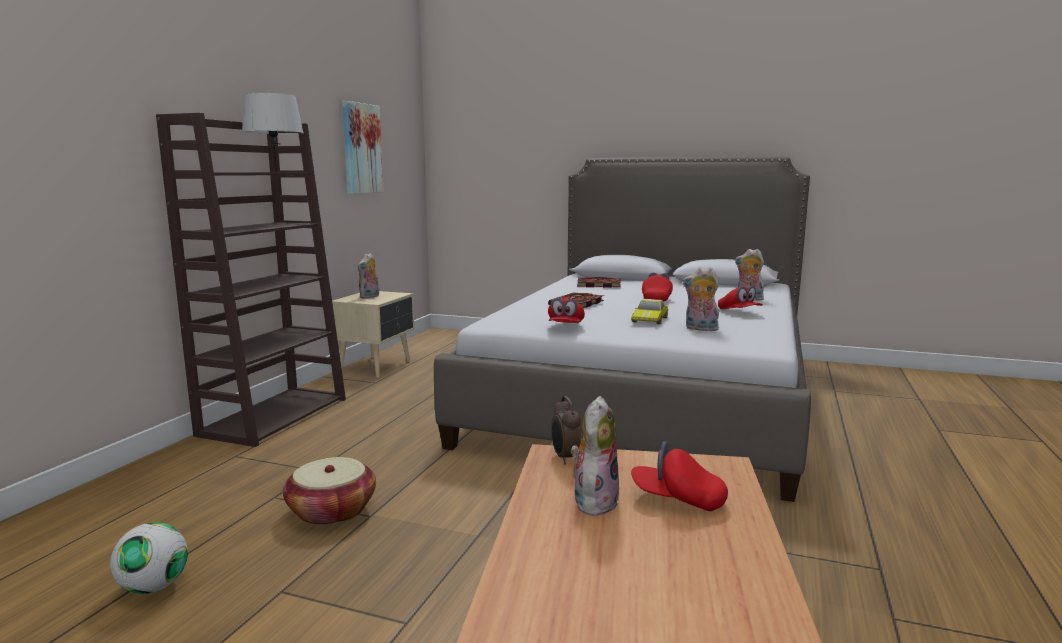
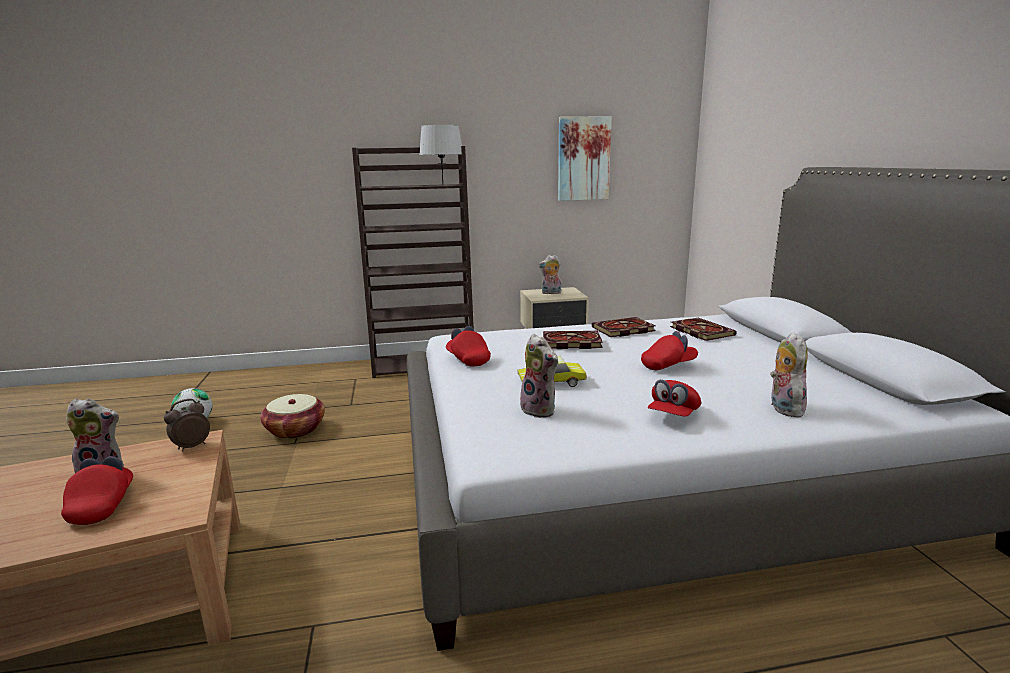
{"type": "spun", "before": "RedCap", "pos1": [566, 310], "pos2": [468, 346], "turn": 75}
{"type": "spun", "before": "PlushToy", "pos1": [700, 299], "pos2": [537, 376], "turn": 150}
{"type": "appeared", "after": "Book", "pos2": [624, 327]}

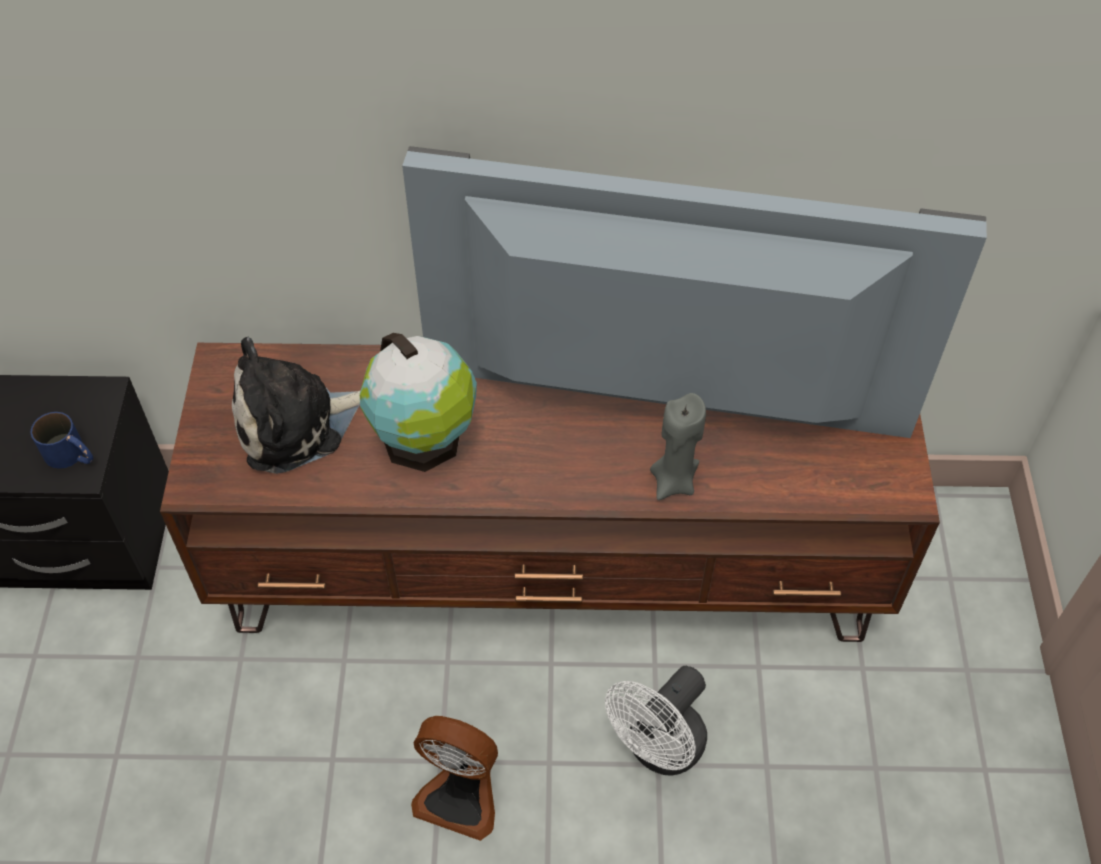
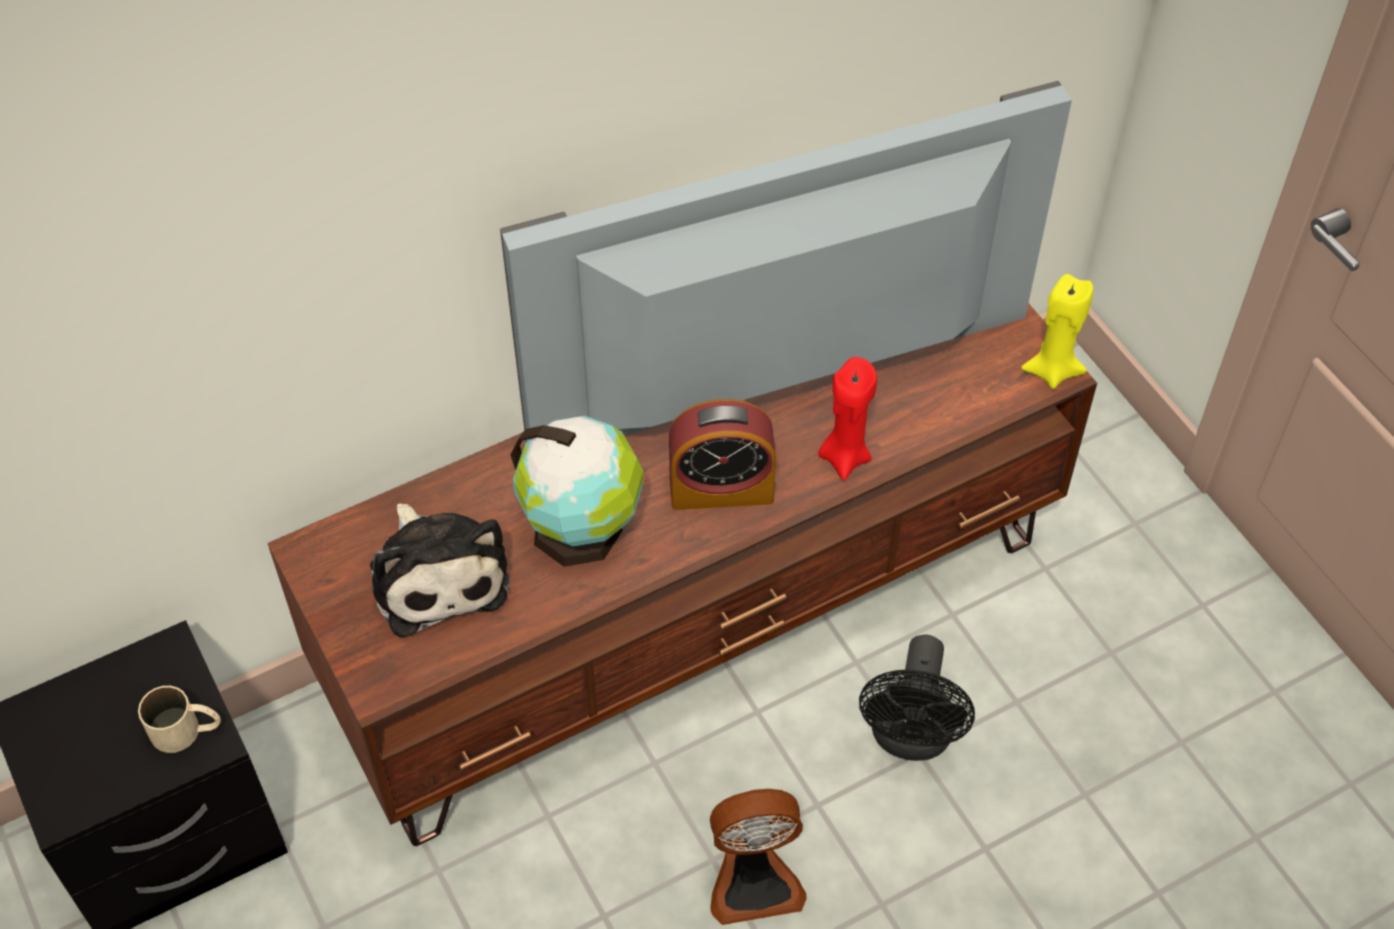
{"type": "colour", "before": "BlueMug", "after": "BeigeMug", "pos1": [61, 440], "pos2": [179, 719]}
{"type": "spun", "before": "PlushToy", "pos1": [296, 405], "pos2": [440, 570], "turn": -60}
{"type": "appeared", "after": "AlarmClock", "pos2": [722, 454]}
{"type": "colour", "before": "GreyCandle", "after": "RedCandle", "pos1": [678, 446], "pos2": [847, 418]}
{"type": "colour", "before": "WhiteFan", "after": "BlackFan", "pos1": [656, 721], "pos2": [917, 698]}
{"type": "appeared", "after": "YellowCandle", "pos2": [1057, 331]}

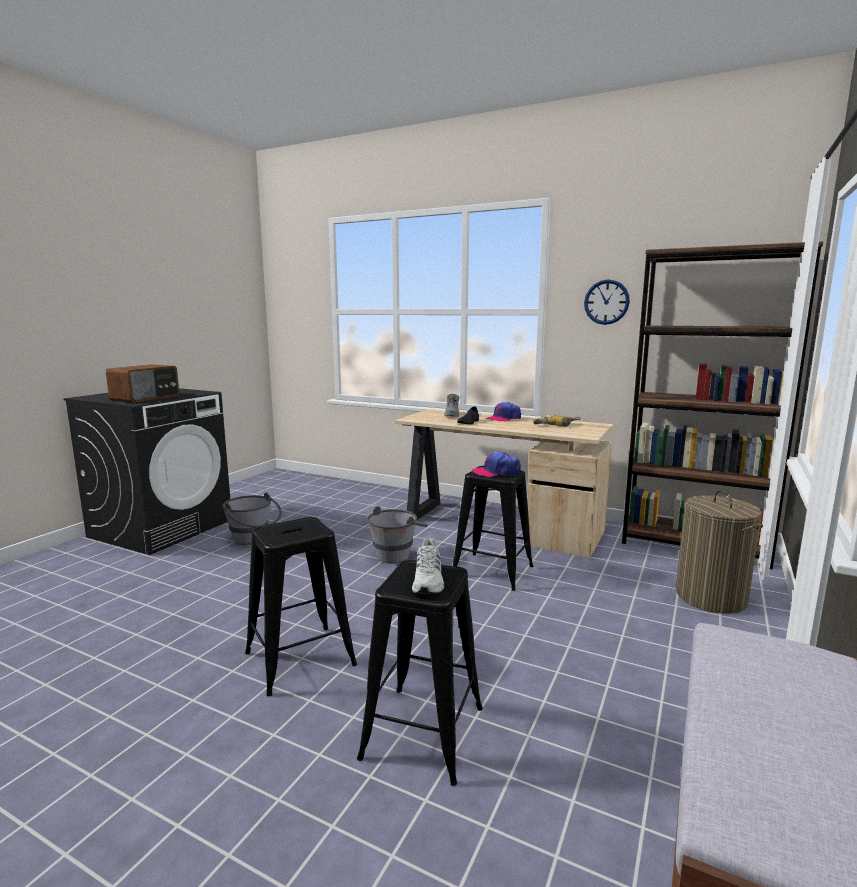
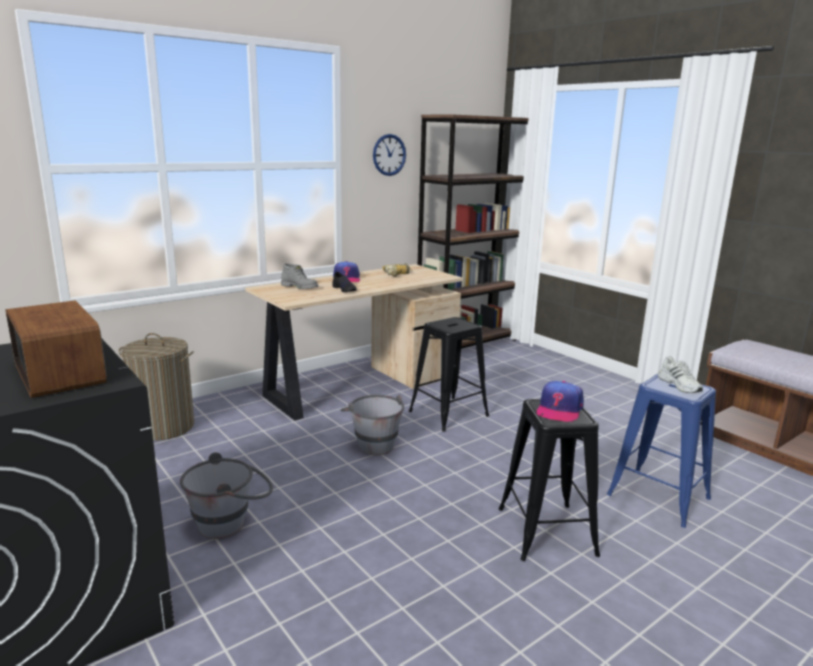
{"type": "relocated", "before": "LaundryBasket", "pos1": [719, 552], "pos2": [156, 387]}
{"type": "relocated", "before": "Cap", "pos1": [496, 464], "pos2": [560, 401]}
{"type": "colour", "before": "BlackStool", "after": "BlueStool", "pos1": [420, 673], "pos2": [661, 451]}
{"type": "spun", "before": "WhiteShoe", "pos1": [428, 566], "pos2": [680, 374], "turn": 45}

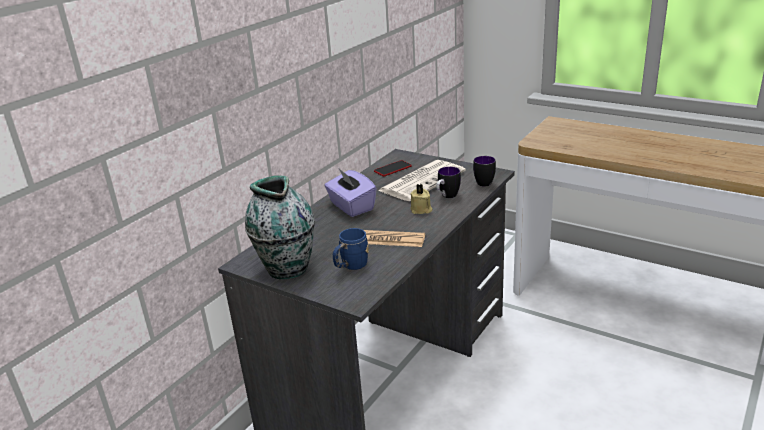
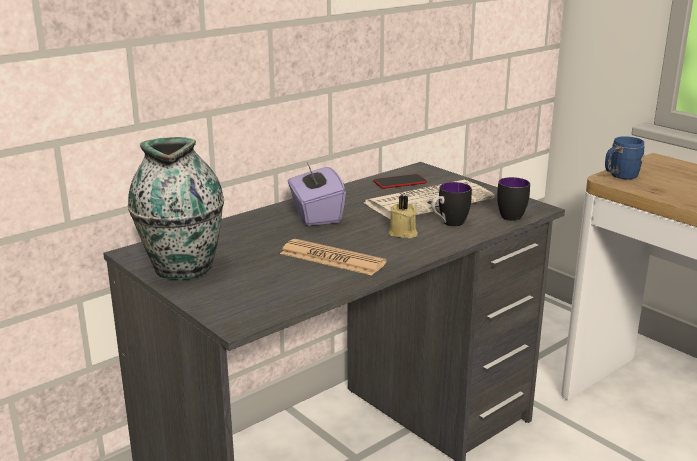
{"type": "relocated", "before": "BlueMug", "pos1": [351, 249], "pos2": [624, 157]}

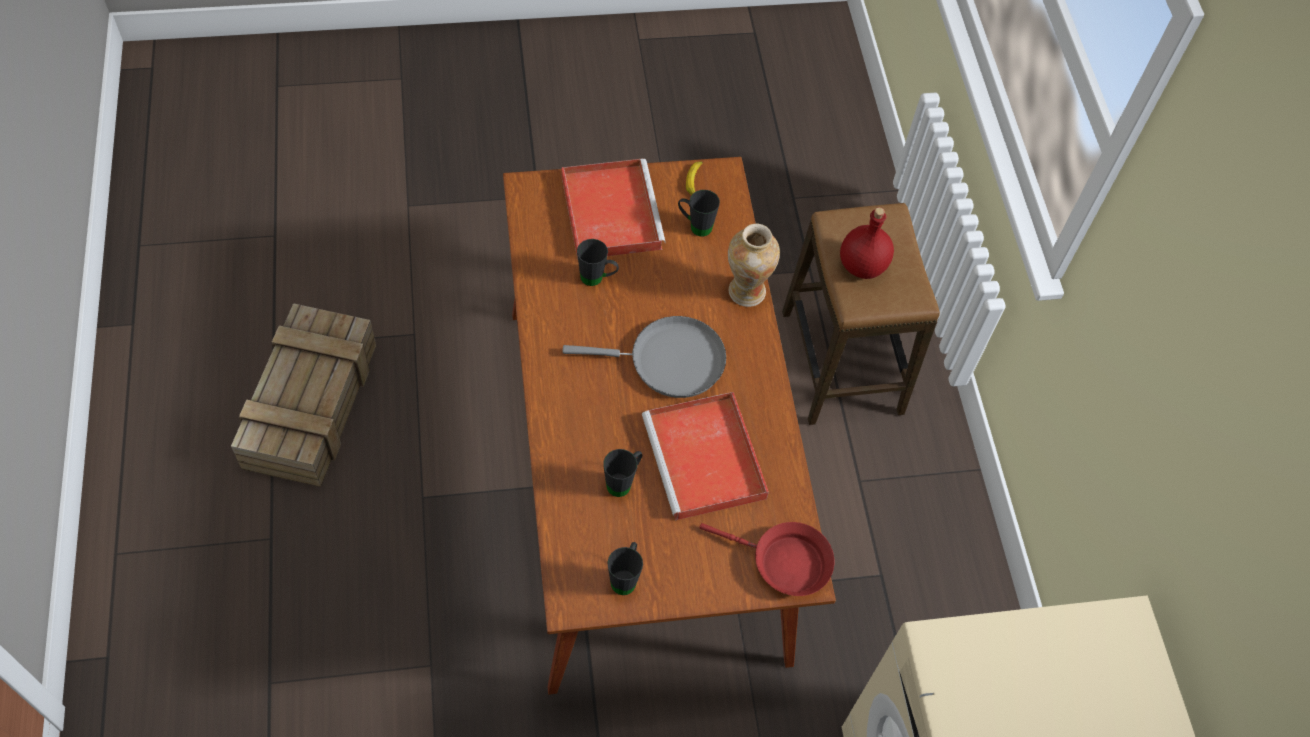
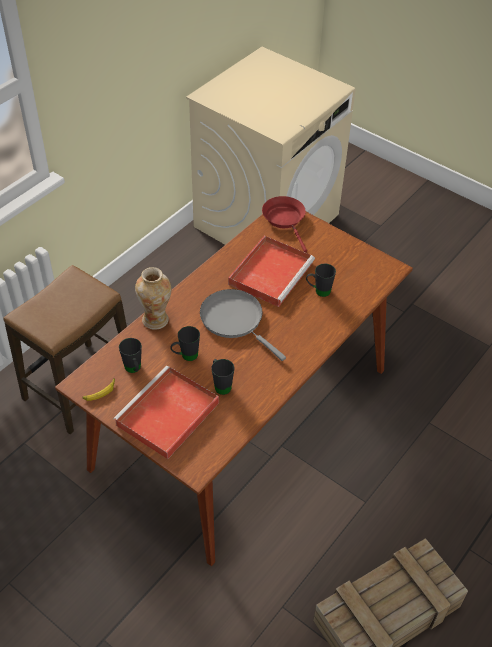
{"type": "relocated", "before": "BlackMug", "pos1": [625, 568], "pos2": [185, 343]}
{"type": "missing", "before": "RedBottle", "pos1": [867, 243]}

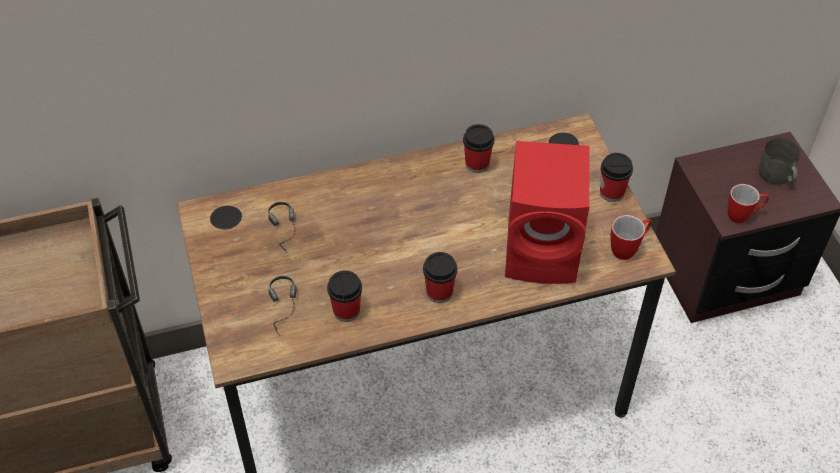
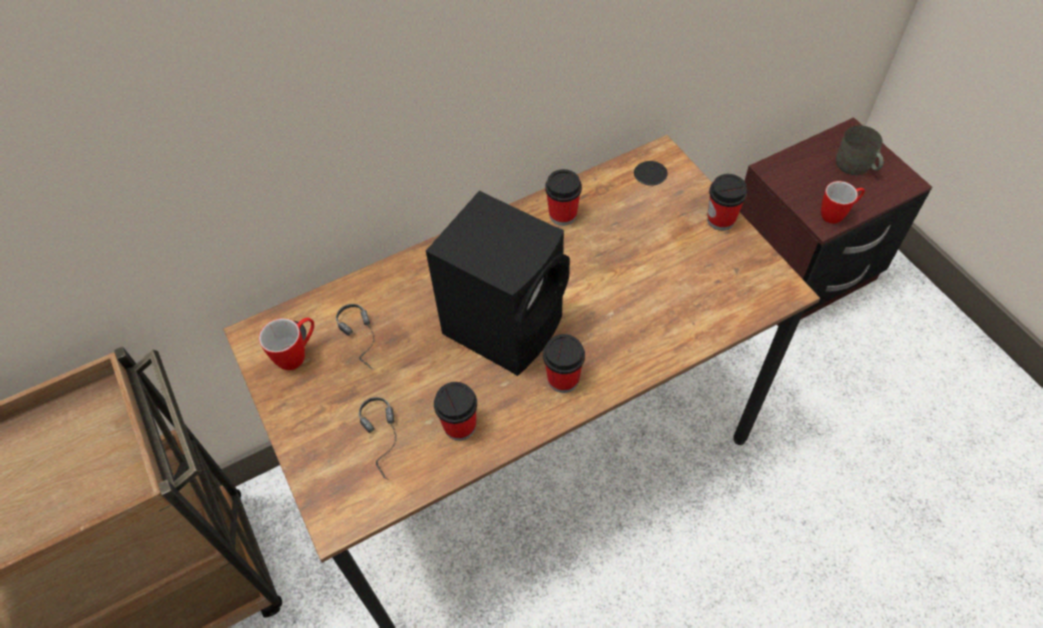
{"type": "relocated", "before": "Mug", "pos1": [631, 237], "pos2": [286, 344]}
{"type": "appeared", "after": "BlackSpeaker", "pos2": [498, 283]}
{"type": "missing", "before": "RedSpeaker", "pos1": [547, 212]}

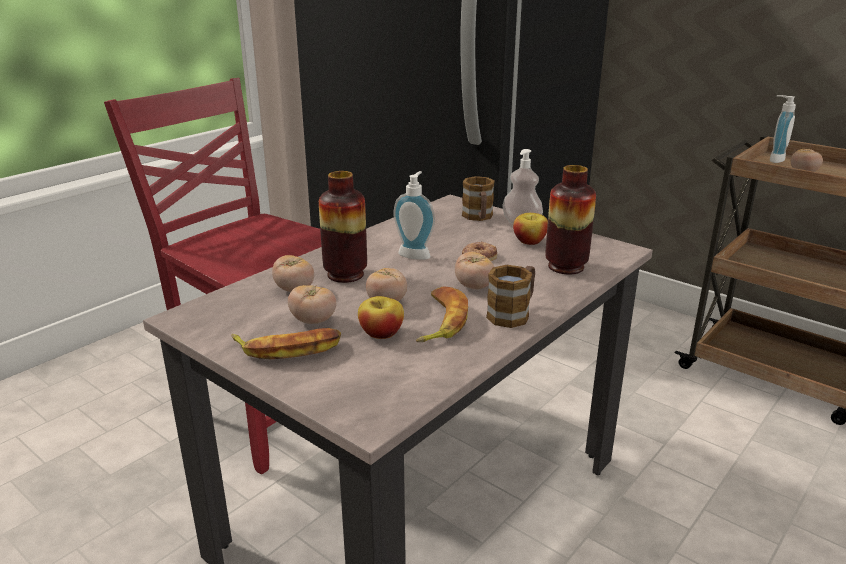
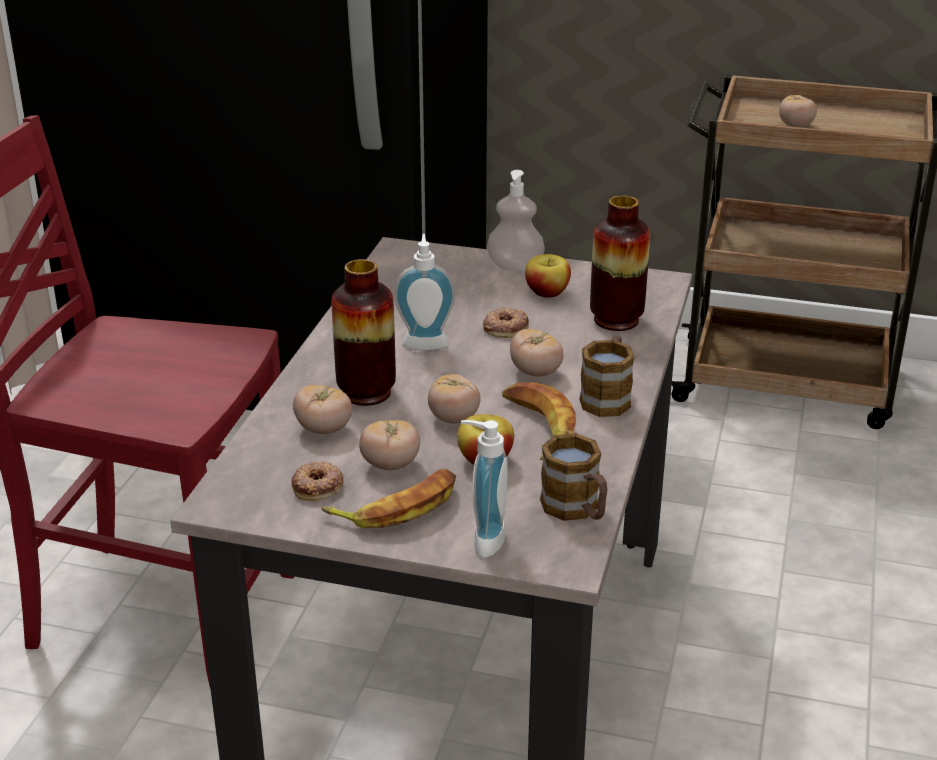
{"type": "appeared", "after": "Donut", "pos2": [318, 481]}
{"type": "relocated", "before": "SoapDispenser", "pos1": [783, 129], "pos2": [484, 489]}
{"type": "relocated", "before": "Mug", "pos1": [478, 198], "pos2": [573, 477]}

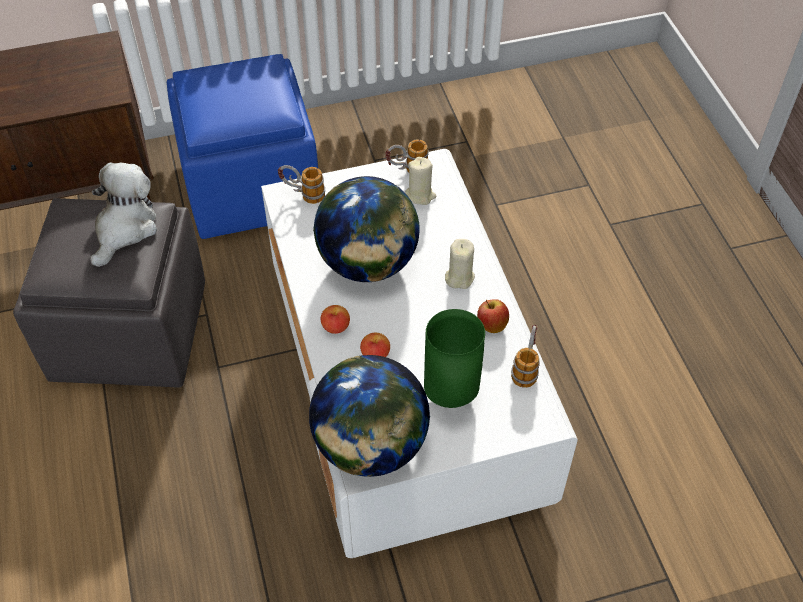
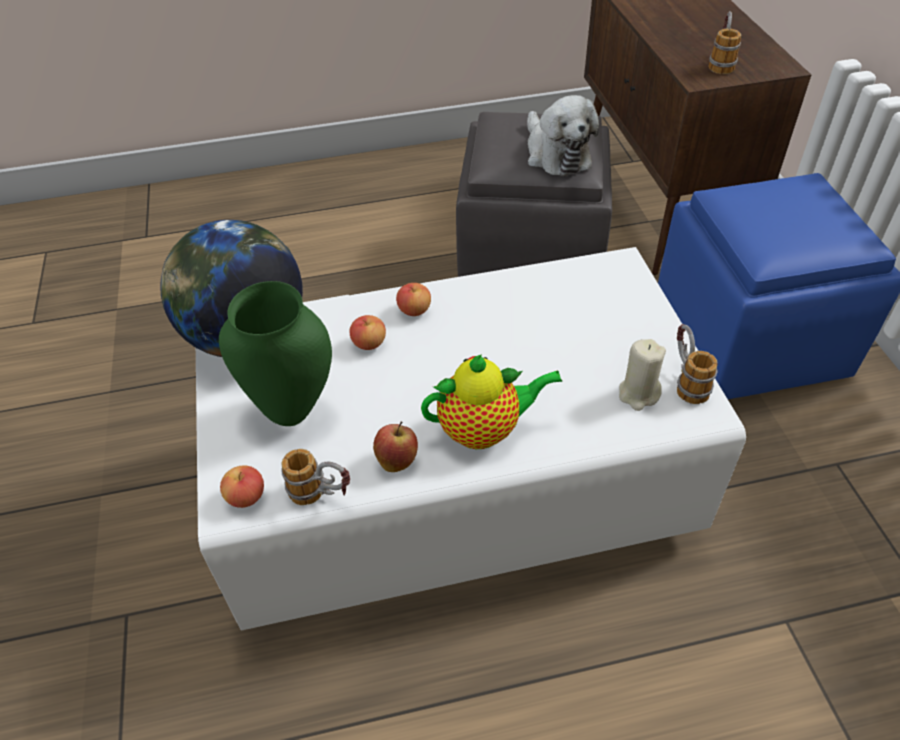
{"type": "appeared", "after": "Apple", "pos2": [242, 486]}
{"type": "exchanged", "before": "BeigeCandle", "after": "Teapot", "pos1": [460, 264], "pos2": [492, 401]}
{"type": "spun", "before": "PlushToy", "pos1": [123, 214], "pos2": [563, 136], "turn": 45}
{"type": "relocated", "before": "Mug", "pos1": [301, 184], "pos2": [725, 42]}
{"type": "missing", "before": "Globe", "pos1": [366, 229]}

